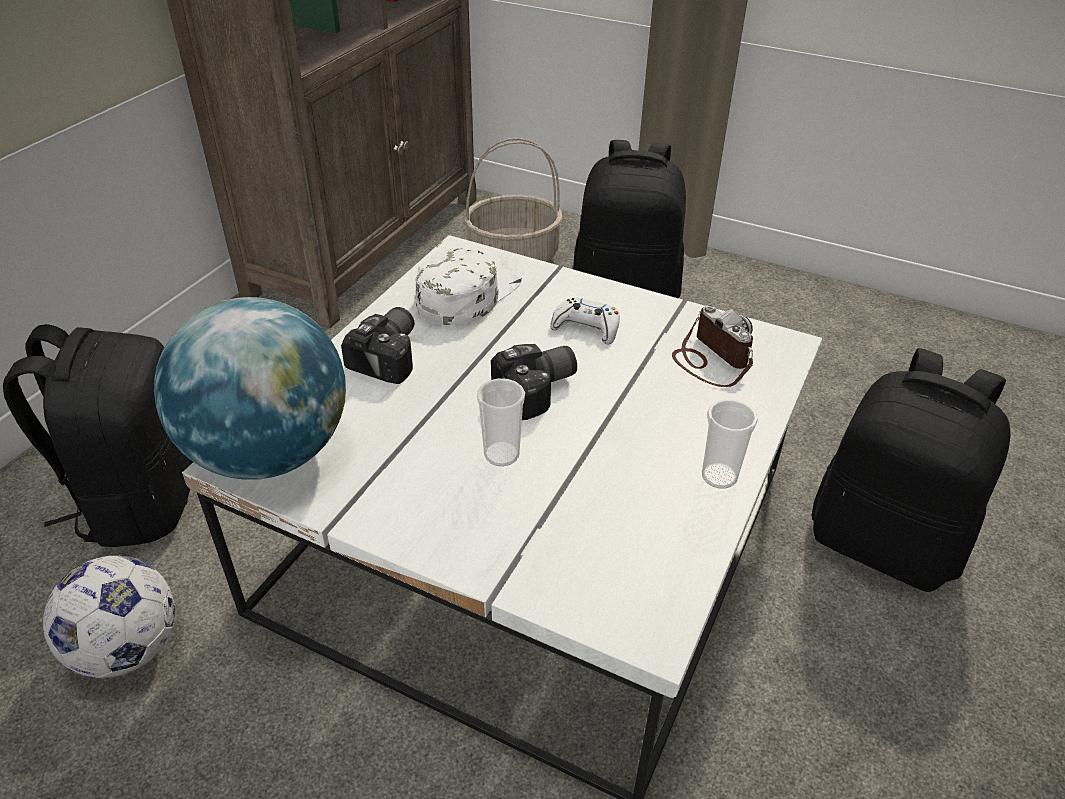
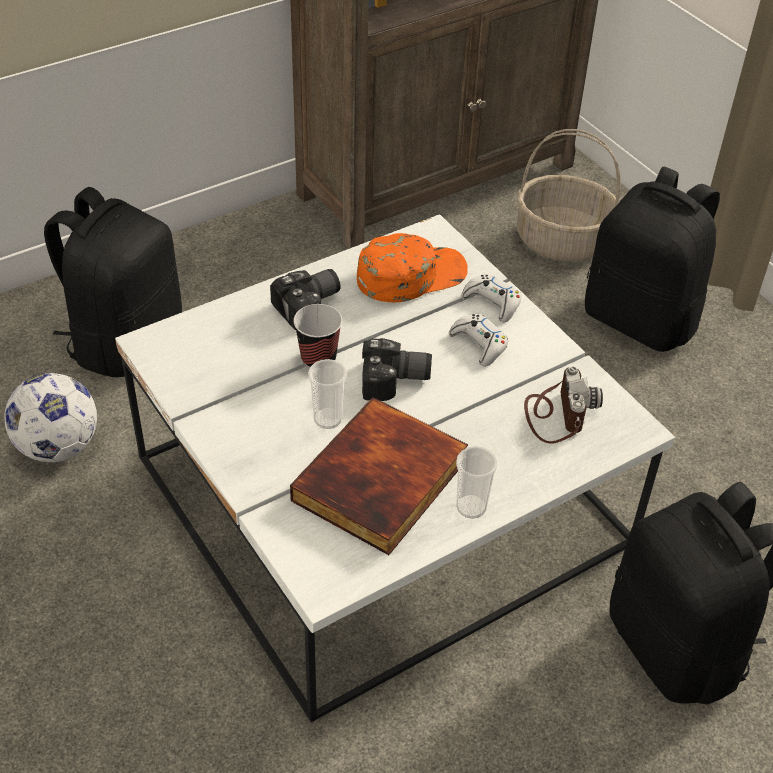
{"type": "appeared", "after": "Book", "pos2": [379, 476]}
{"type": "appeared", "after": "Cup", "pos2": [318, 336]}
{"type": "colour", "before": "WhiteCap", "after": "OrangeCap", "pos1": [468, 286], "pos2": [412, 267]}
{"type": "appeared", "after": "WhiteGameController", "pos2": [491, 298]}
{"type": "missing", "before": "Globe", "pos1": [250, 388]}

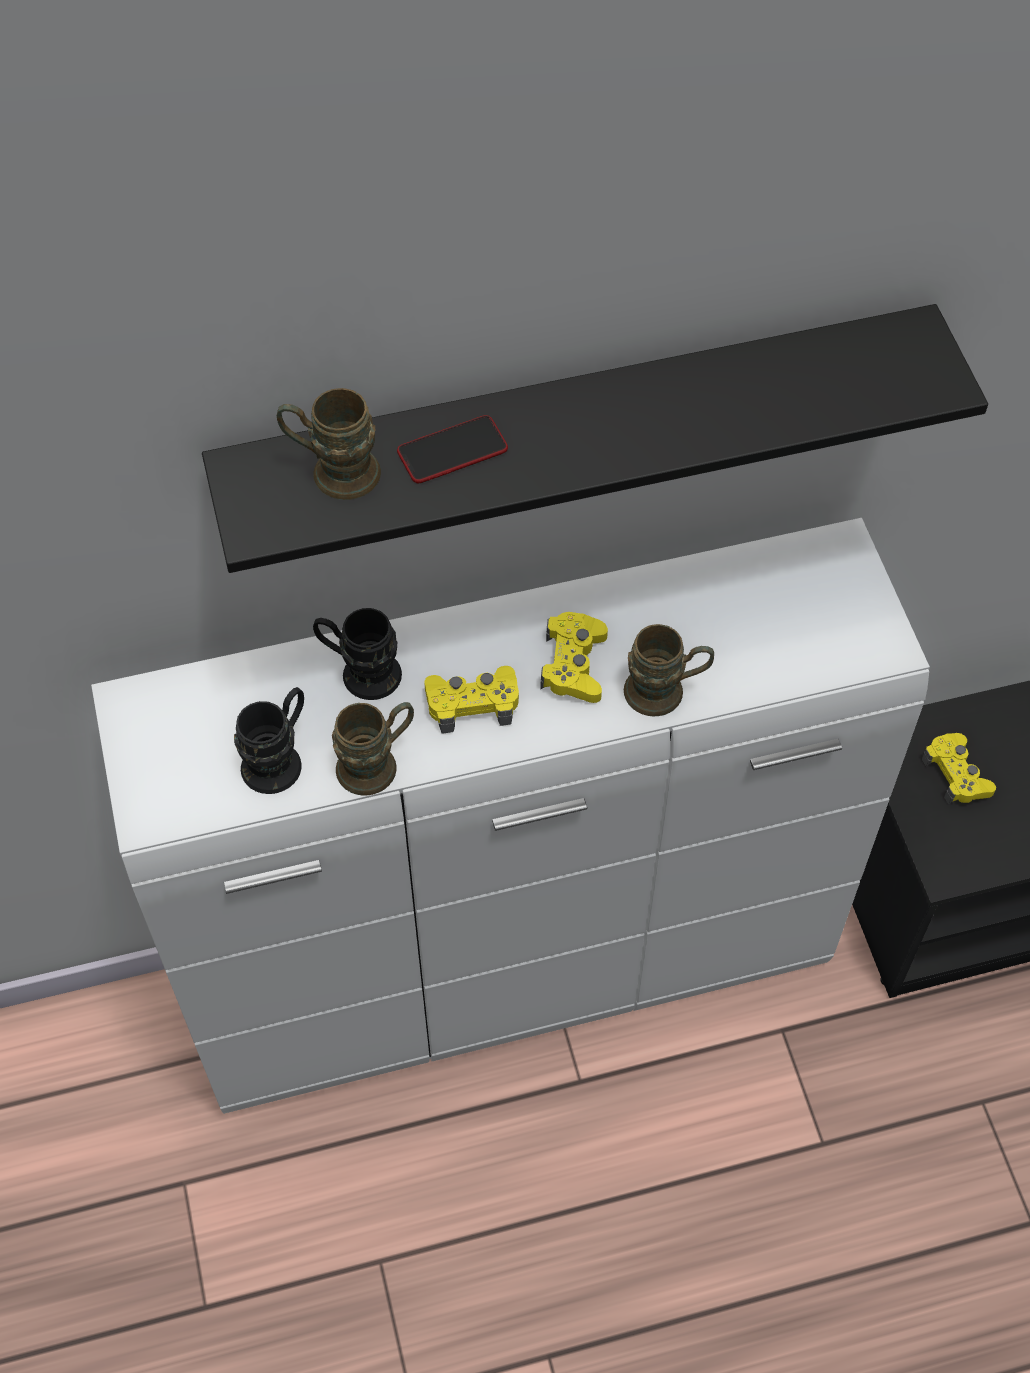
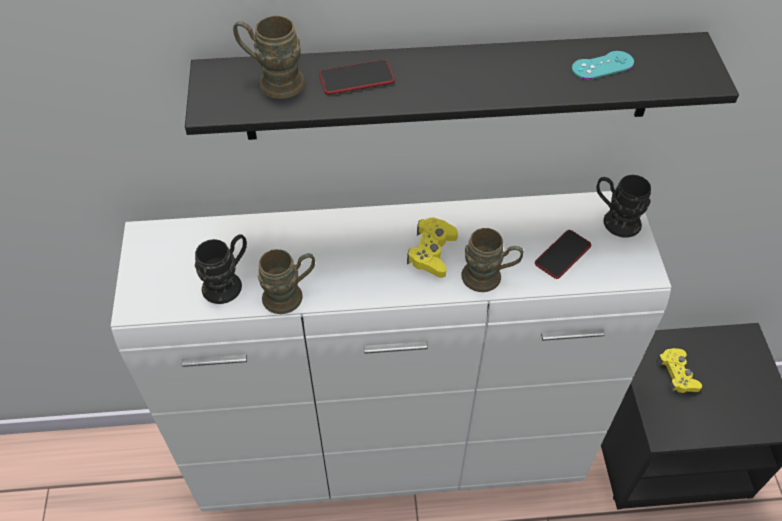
{"type": "appeared", "after": "Phone", "pos2": [563, 254]}
{"type": "appeared", "after": "TurquoiseGameController", "pos2": [603, 65]}
{"type": "relocated", "before": "BlackMug", "pos1": [357, 654], "pos2": [624, 206]}
{"type": "missing", "before": "YellowGameController", "pos1": [471, 700]}

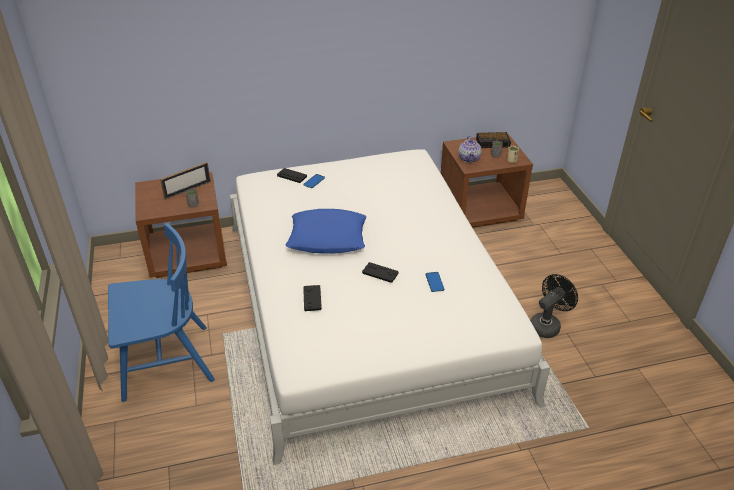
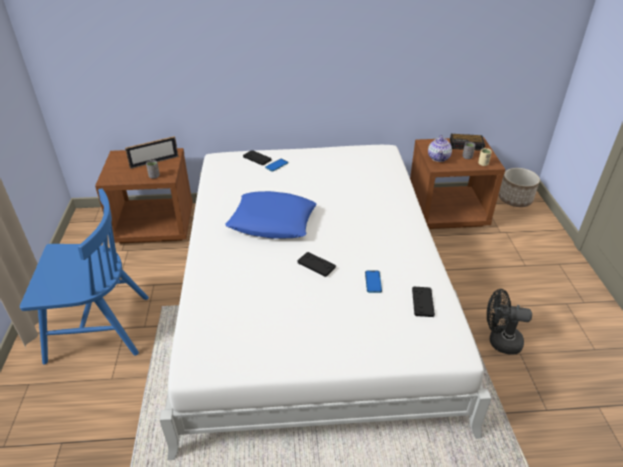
{"type": "relocated", "before": "BlackGameController", "pos1": [312, 298], "pos2": [423, 302]}
{"type": "spun", "before": "BlackFan", "pos1": [554, 306], "pos2": [509, 322], "turn": -135}
{"type": "appeared", "after": "Planter", "pos2": [519, 187]}

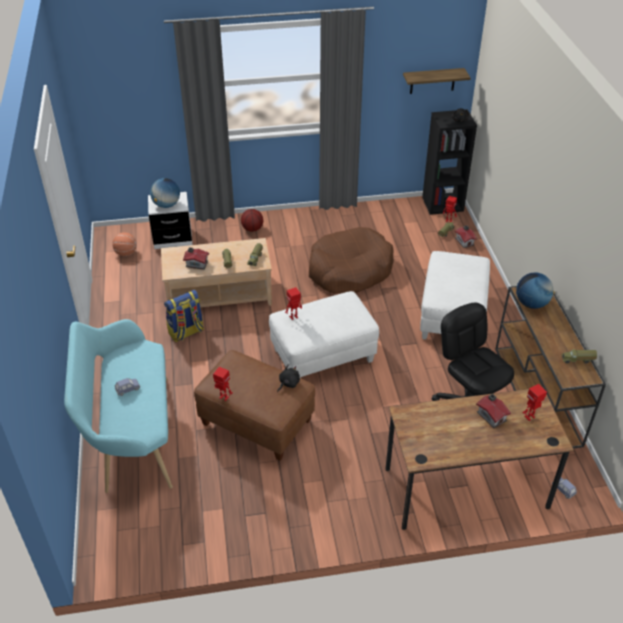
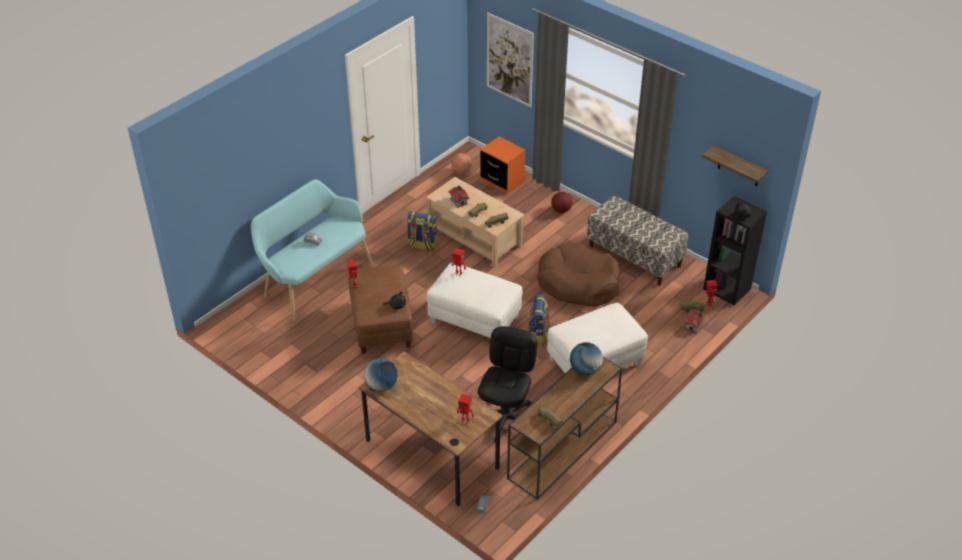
{"type": "relocated", "before": "Globe", "pos1": [165, 193], "pos2": [380, 375]}
{"type": "colour", "before": "WhiteNightstand", "after": "OrangeNightstand", "pos1": [170, 220], "pos2": [502, 165]}
{"type": "appeared", "after": "Picture", "pos2": [510, 60]}
{"type": "appeared", "after": "Backpack", "pos2": [538, 320]}
{"type": "appeared", "after": "Bench", "pos2": [638, 241]}
{"type": "missing", "before": "ToyHouse", "pos1": [493, 411]}

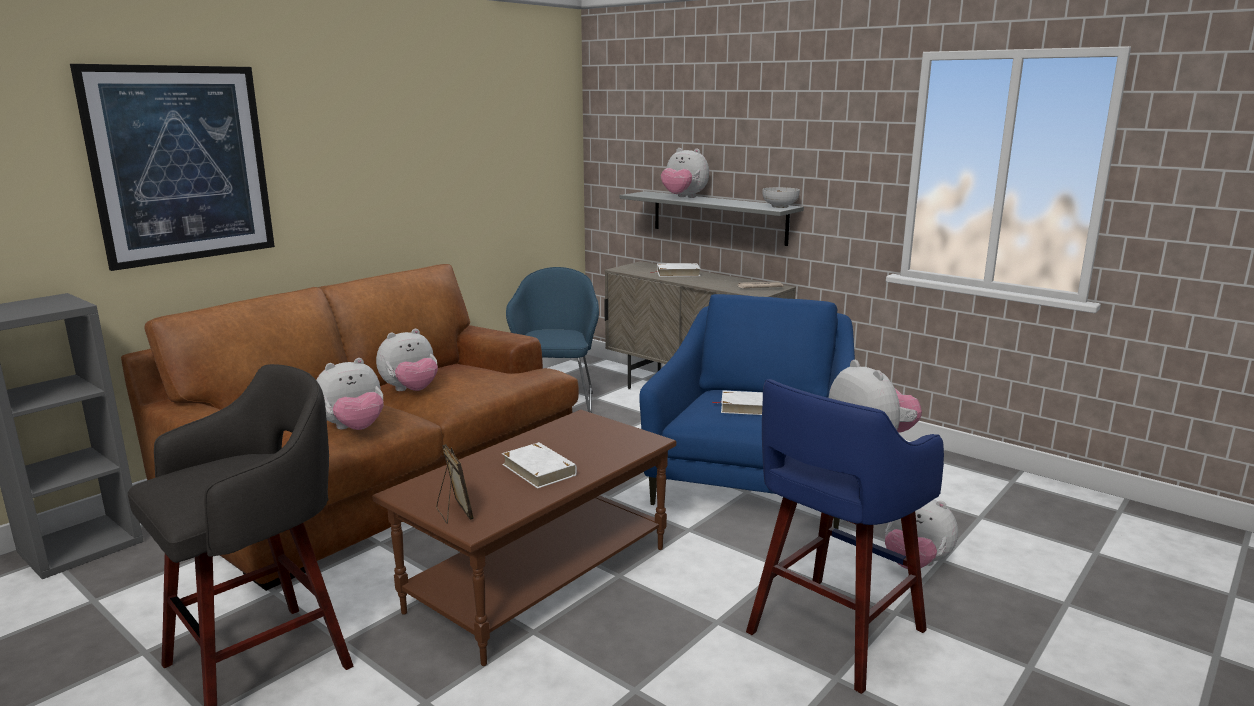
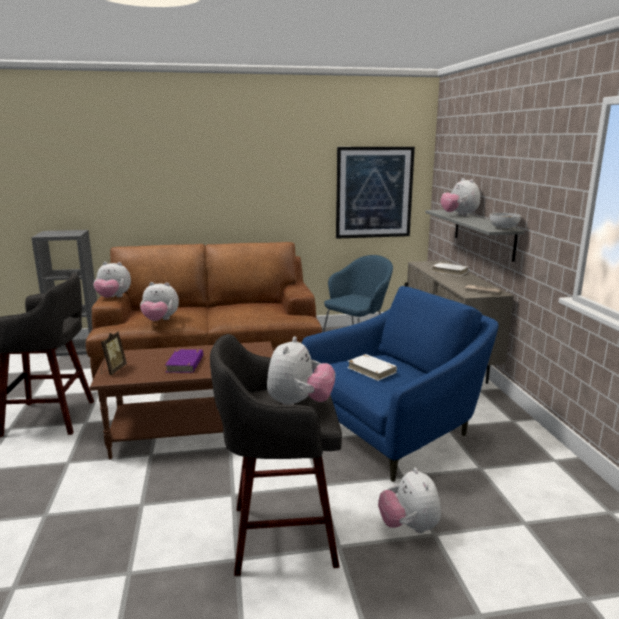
{"type": "relocated", "before": "PlushToy", "pos1": [407, 360], "pos2": [112, 280]}
{"type": "colour", "before": "WhiteBook", "after": "PurpleBook", "pos1": [539, 465], "pos2": [184, 361]}
{"type": "colour", "before": "BlueStool", "after": "GreyStool", "pos1": [845, 536], "pos2": [276, 455]}
{"type": "relocated", "before": "Picture", "pos1": [172, 167], "pos2": [375, 193]}

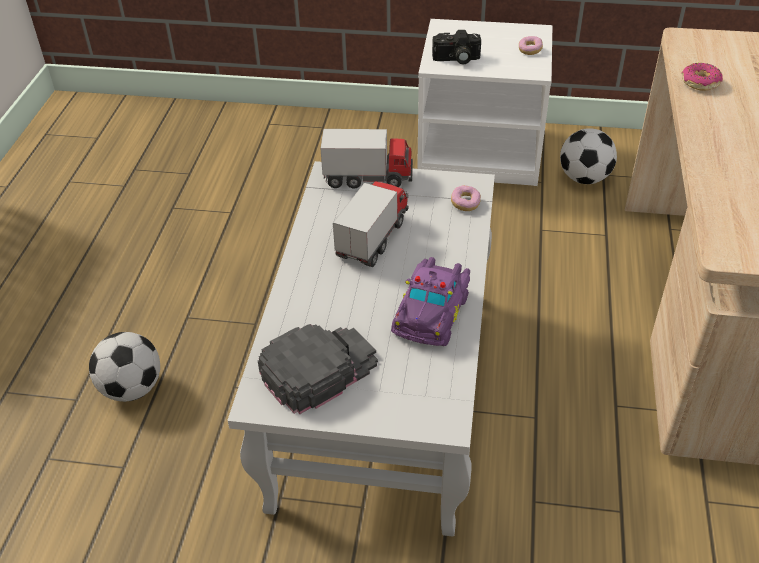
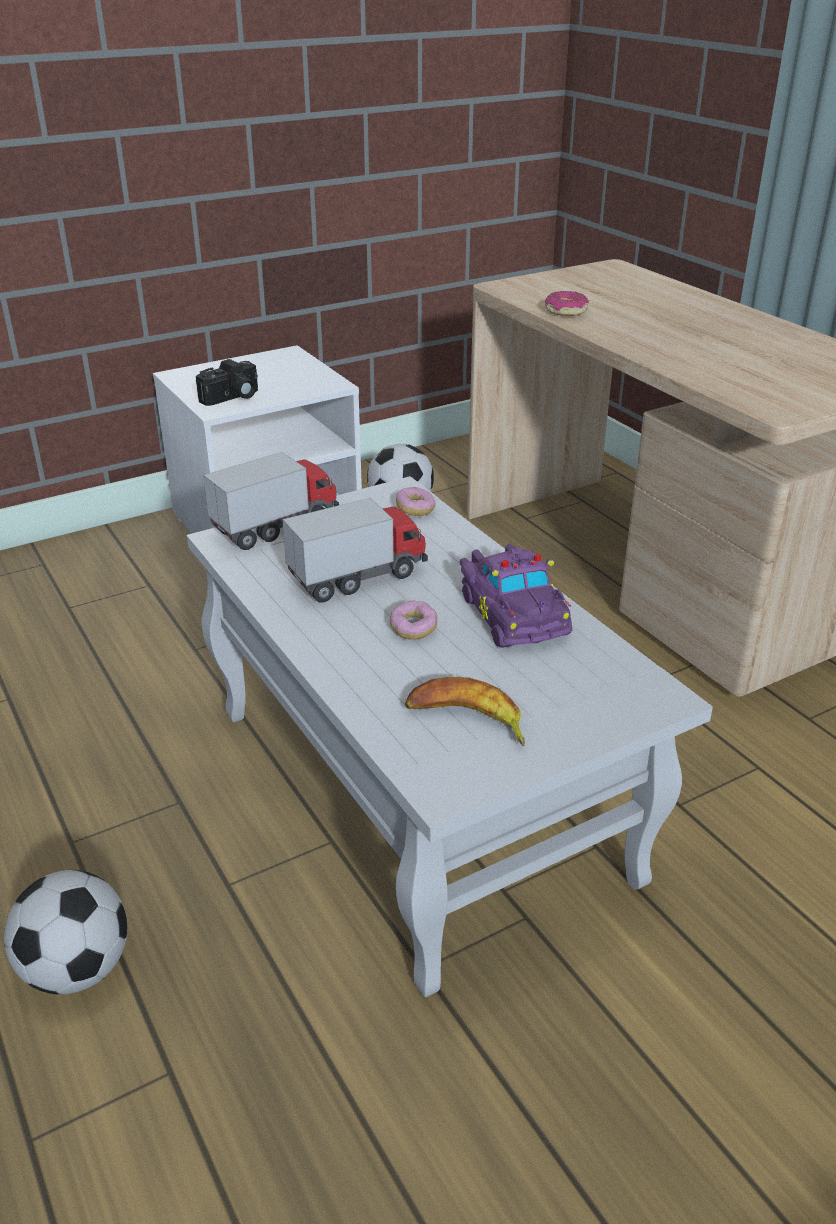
{"type": "spun", "before": "ToyTruck", "pos1": [371, 224], "pos2": [355, 550], "turn": 75}
{"type": "relocated", "before": "Donut", "pos1": [531, 45], "pos2": [413, 620]}
{"type": "exchanged", "before": "BlackCap", "after": "Banana", "pos1": [318, 369], "pos2": [465, 711]}

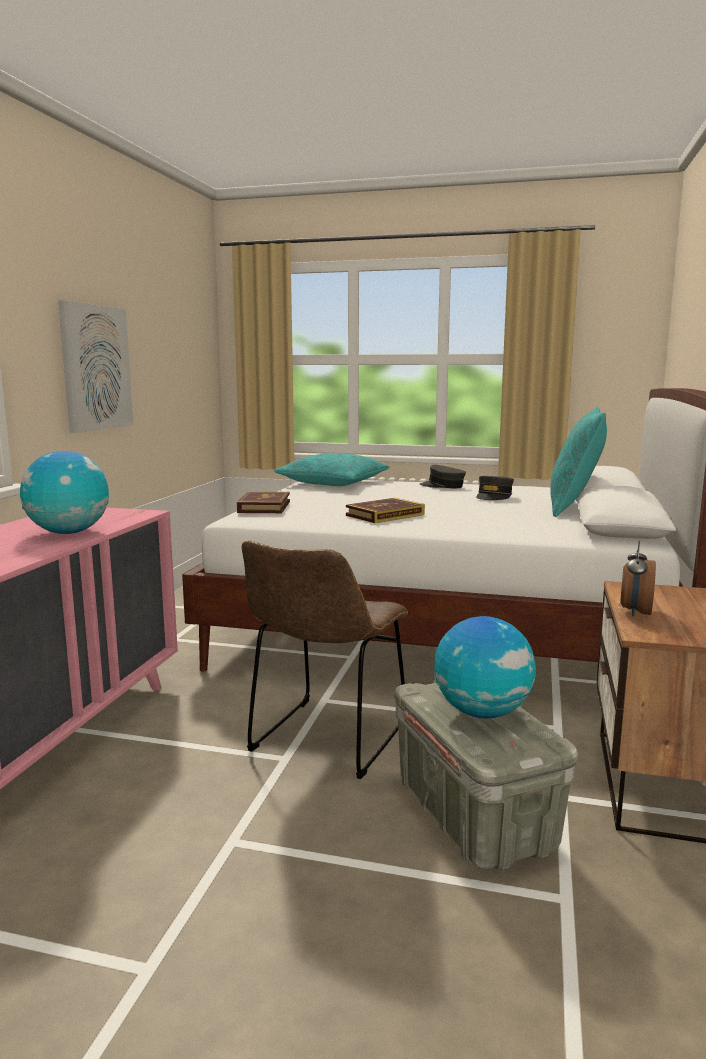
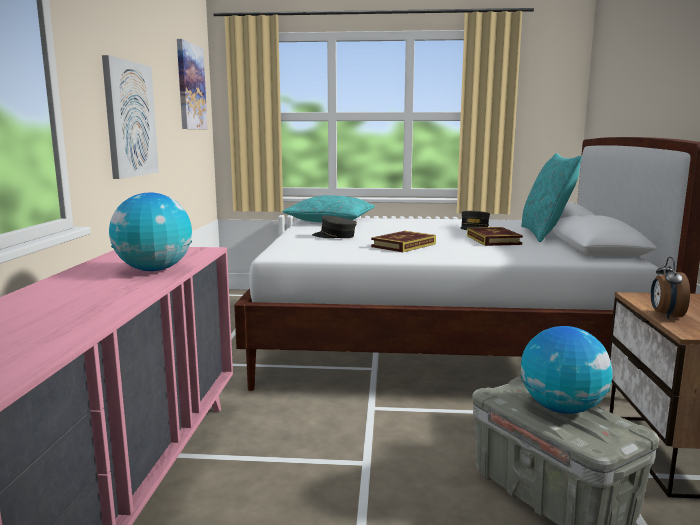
{"type": "appeared", "after": "Picture", "pos2": [192, 84]}
{"type": "relocated", "before": "GreyCap", "pos1": [443, 476], "pos2": [334, 226]}
{"type": "relocated", "before": "Book", "pos1": [263, 502], "pos2": [495, 236]}
{"type": "missing", "before": "BrownChair", "pos1": [325, 659]}

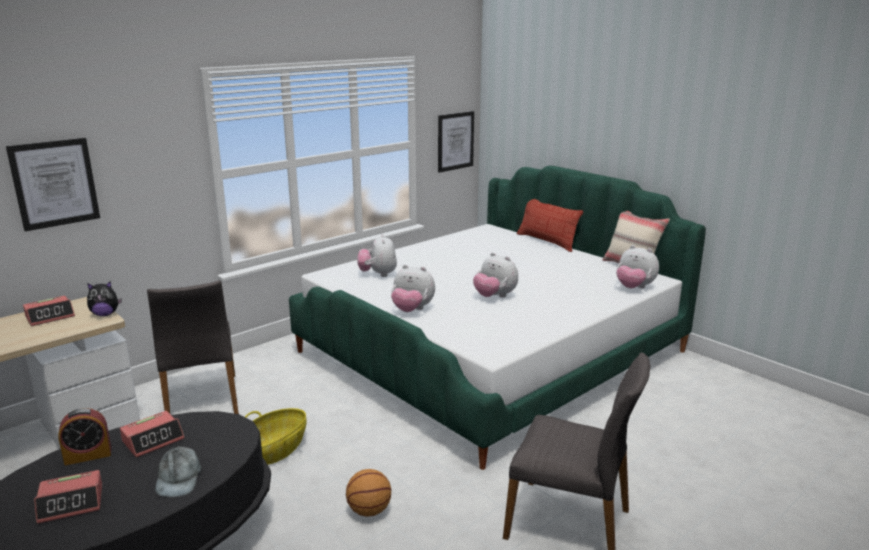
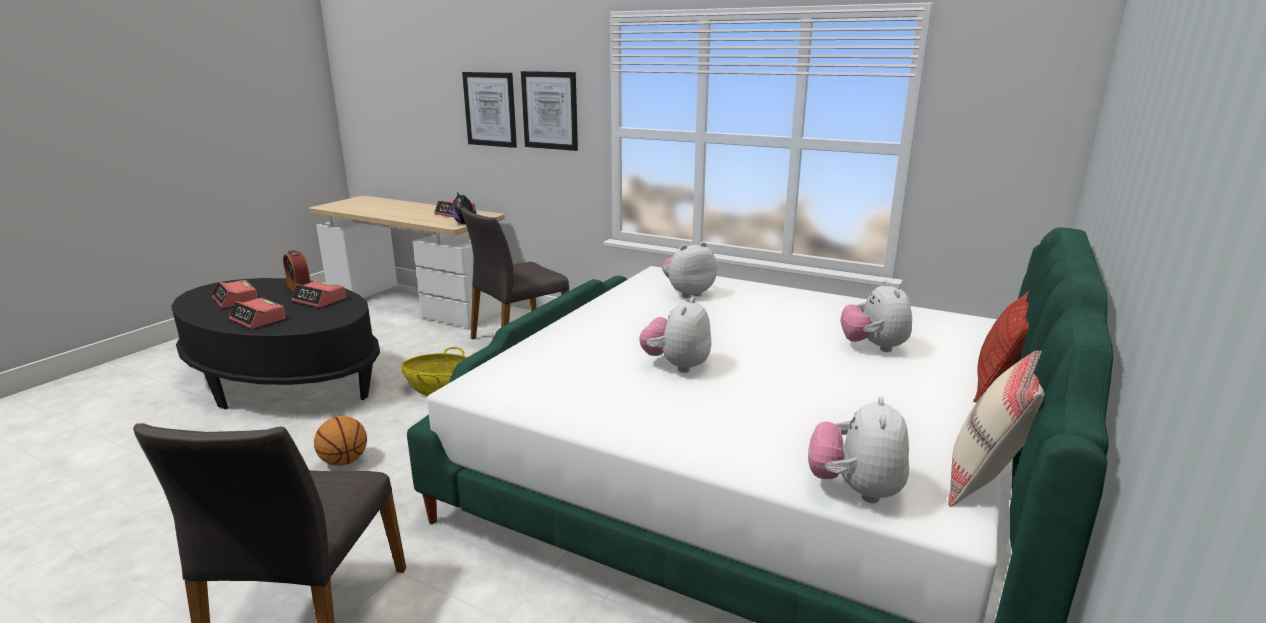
{"type": "exchanged", "before": "GreyCap", "after": "AlarmClock", "pos1": [178, 471], "pos2": [257, 313]}
{"type": "relocated", "before": "Picture", "pos1": [456, 142], "pos2": [549, 111]}
{"type": "relocated", "before": "PlushToy", "pos1": [413, 288], "pos2": [876, 316]}

